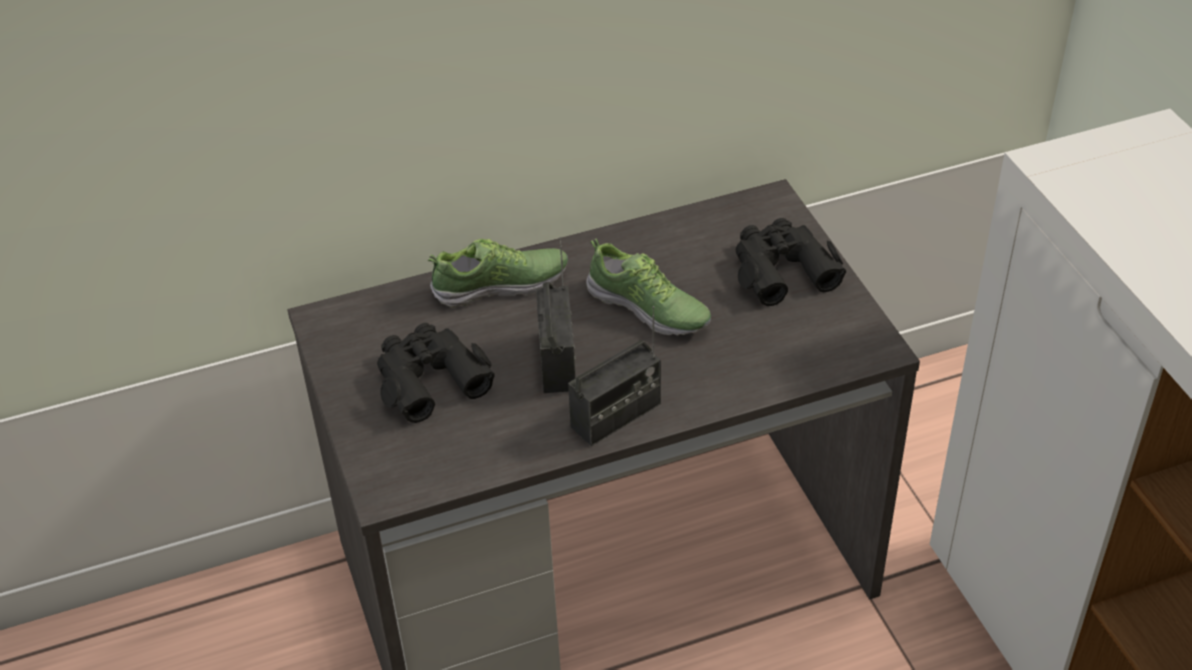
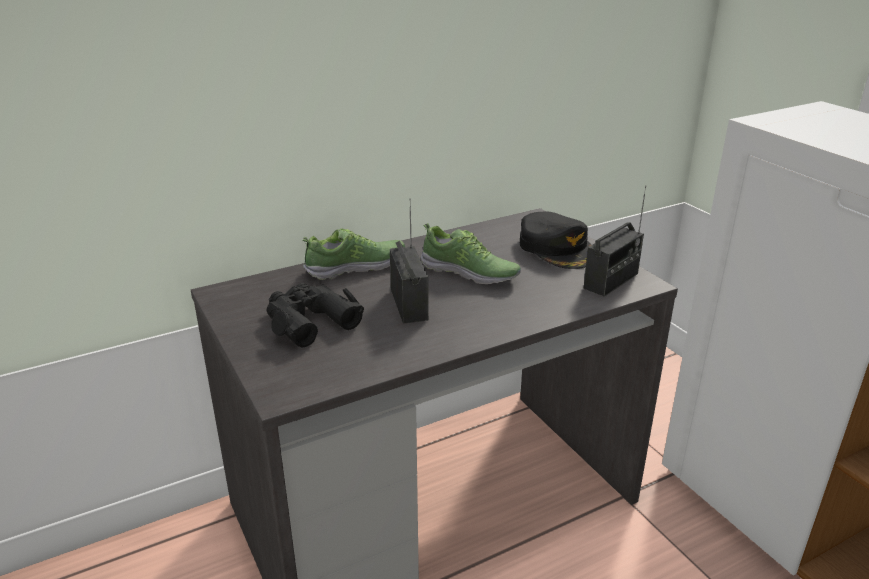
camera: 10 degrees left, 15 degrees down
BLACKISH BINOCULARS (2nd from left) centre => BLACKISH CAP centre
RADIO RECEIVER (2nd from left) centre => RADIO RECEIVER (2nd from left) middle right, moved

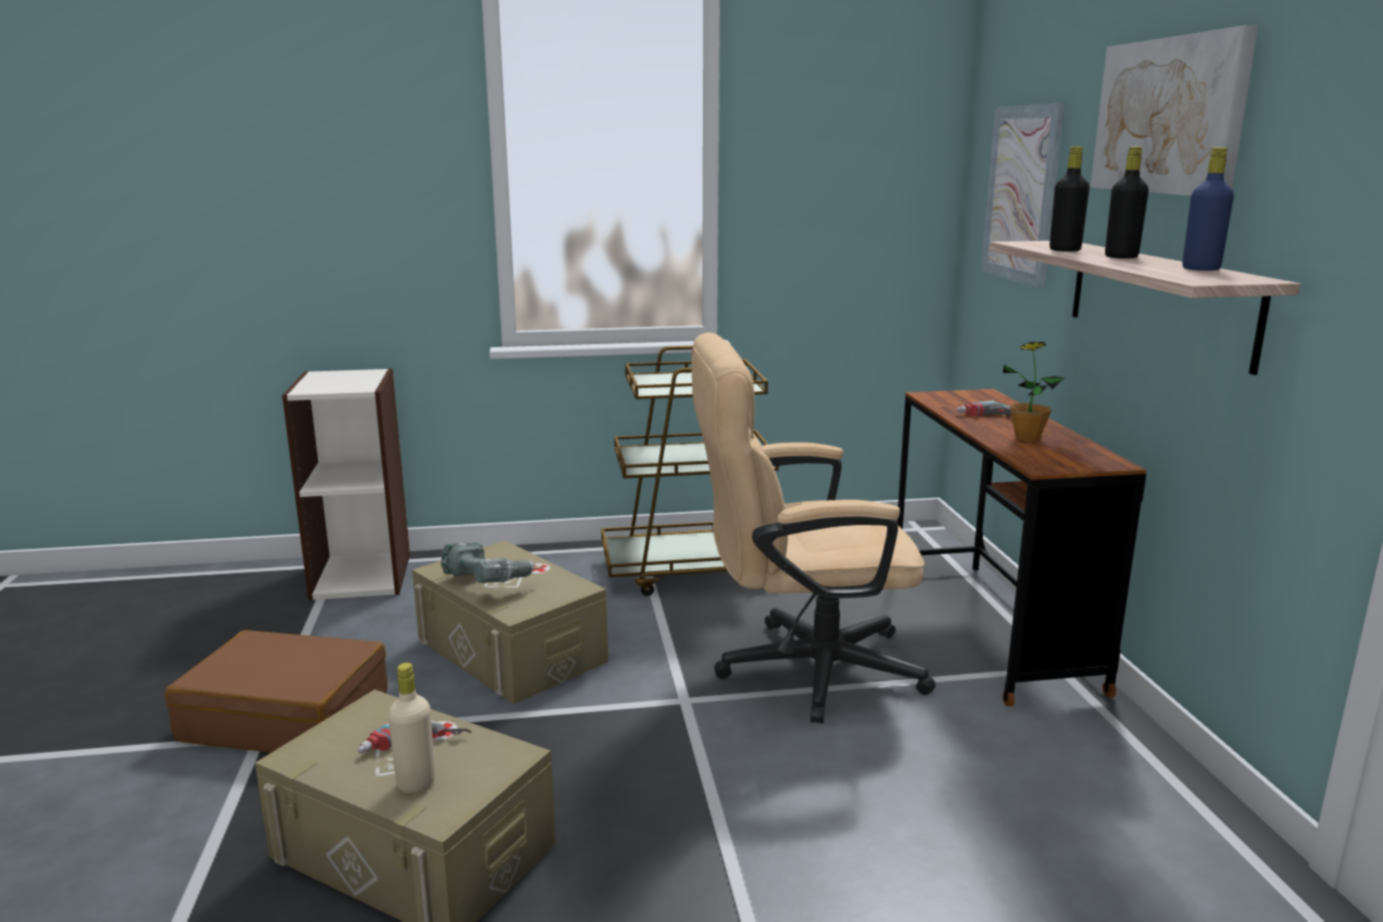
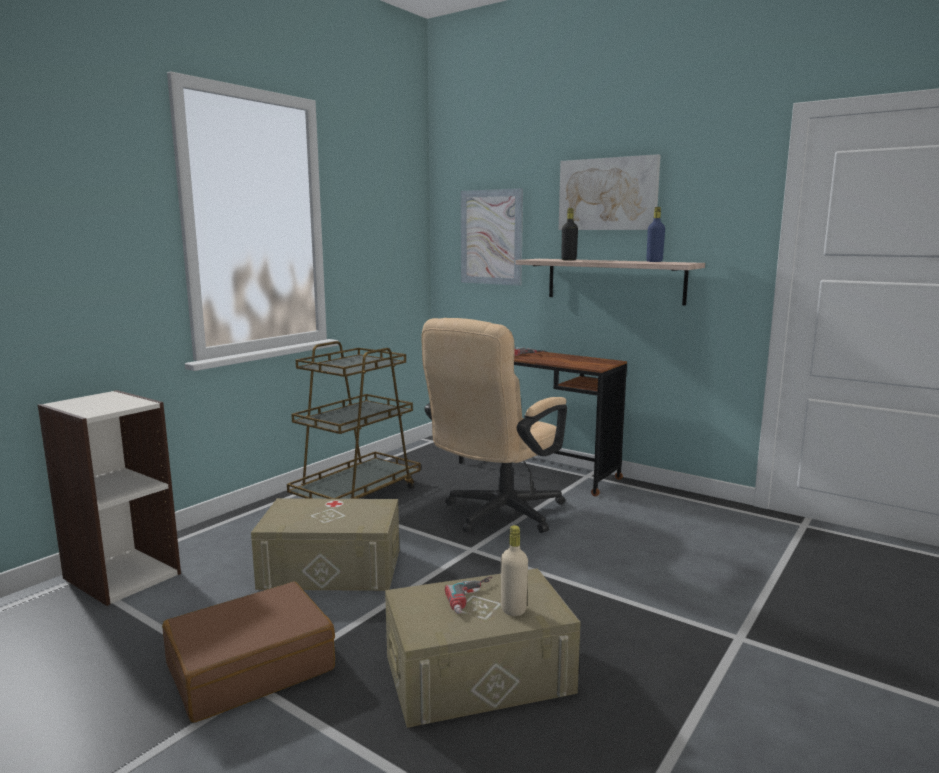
camera: 45 degrees left, 5 degrees down
BLACKISH DRINK BOTTLE (2nd from left) top right => nothing
POTTED PLANT middle right => nothing
POWER DRILL (2nd from left) centre => nothing

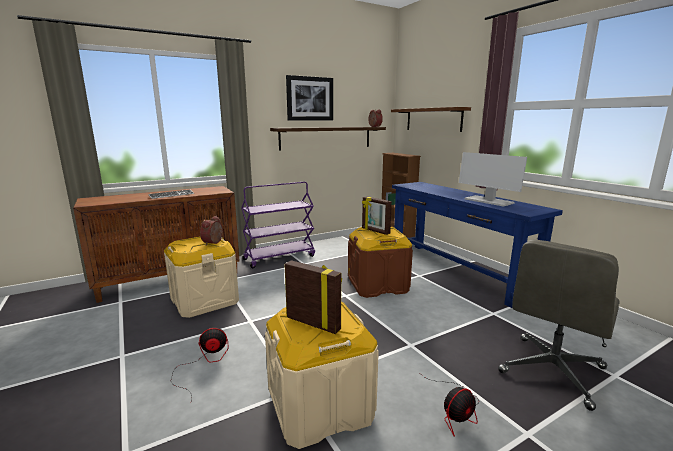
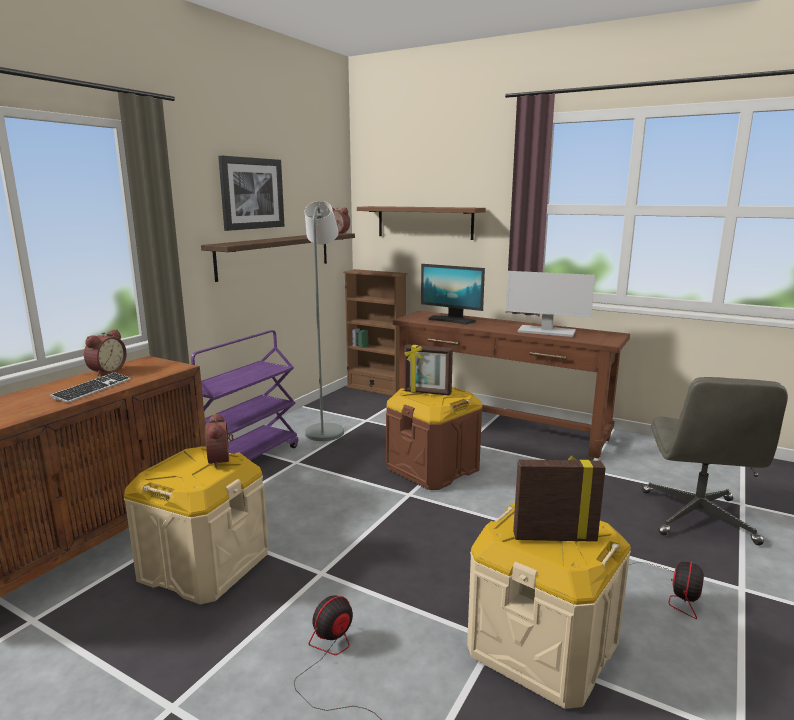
camera: 30 degrees left, 0 degrees up
BLUE HALL TABLE middle right => BROWN-COLOURED HALL TABLE centre
nothing => GREY STANDING LAMP centre
nothing => MONITOR (1st from left) centre
nothing => BEDSIDE CLOCK (1st from left) middle left

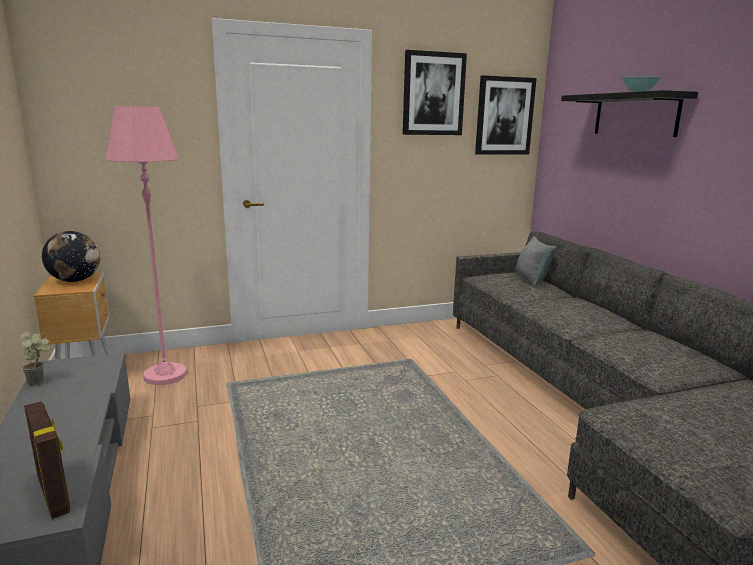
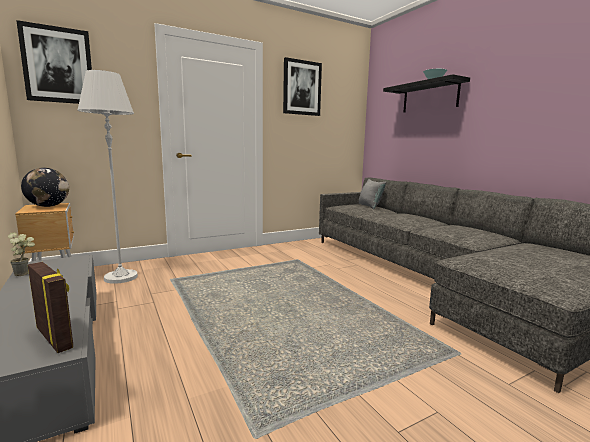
camera: 10 degrees left, 5 degrees down
WALL ART (2nd from left in the first image) top right => WALL ART (1st from left) top left, moved
PINK STANDING LAMP middle left => WHITE STANDING LAMP middle left

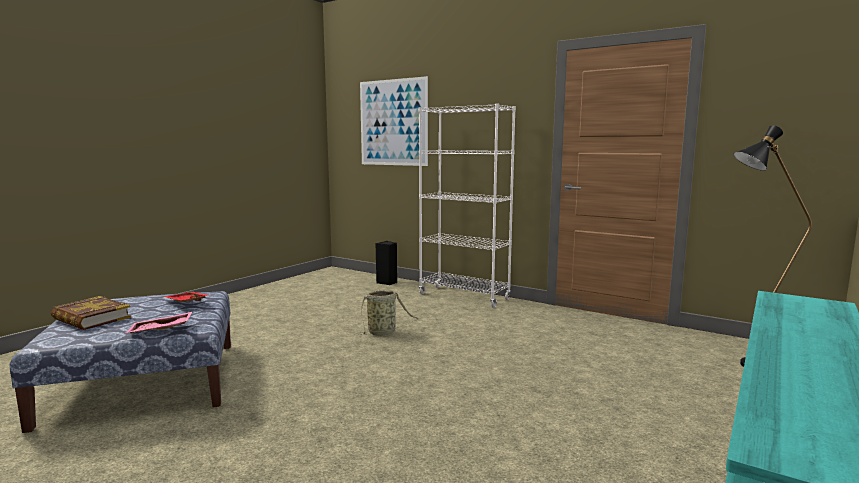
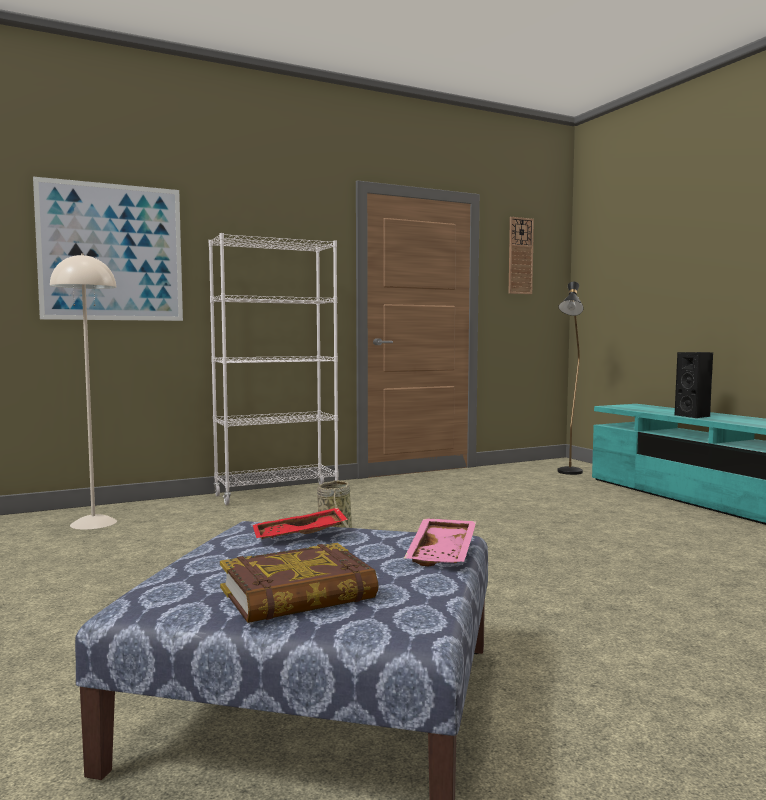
camera: 60 degrees left, 5 degrees down
BLACKISH SPEAKER centre => BLACKISH SPEAKER middle right, moved
nothing => WALL CLOCK top right
nothing => SAND-COLOURED STANDING LAMP middle left

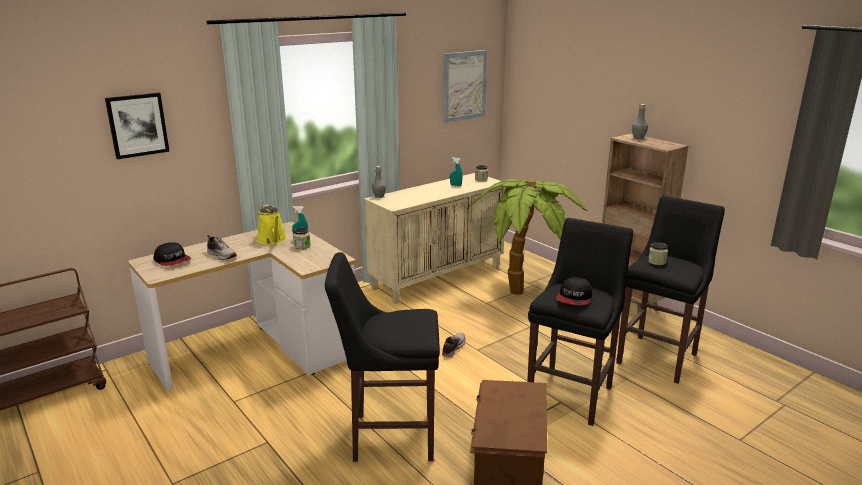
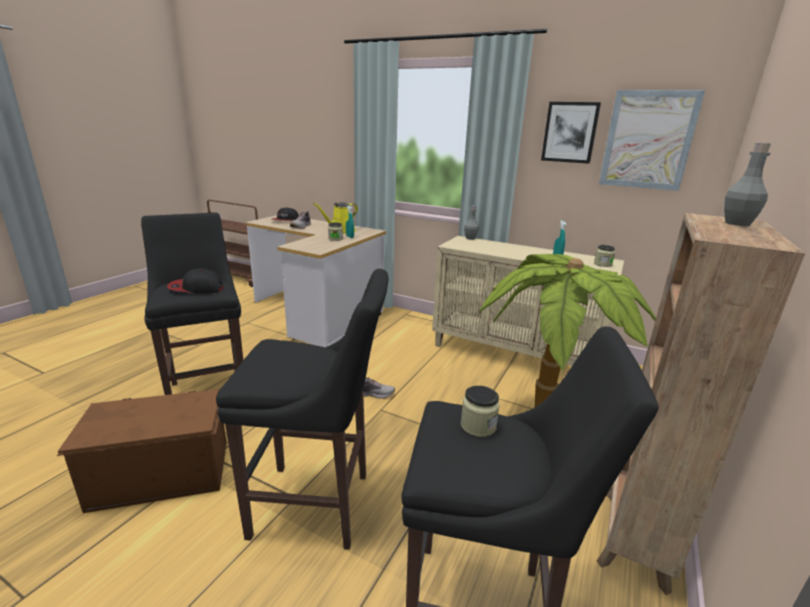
camera: 65 degrees right, 0 degrees up
WALL ART (1st from left) top left => WALL ART (1st from left) top right, moved
CAP (2nd from left in the first image) centre => CAP (1st from left) middle left, moved

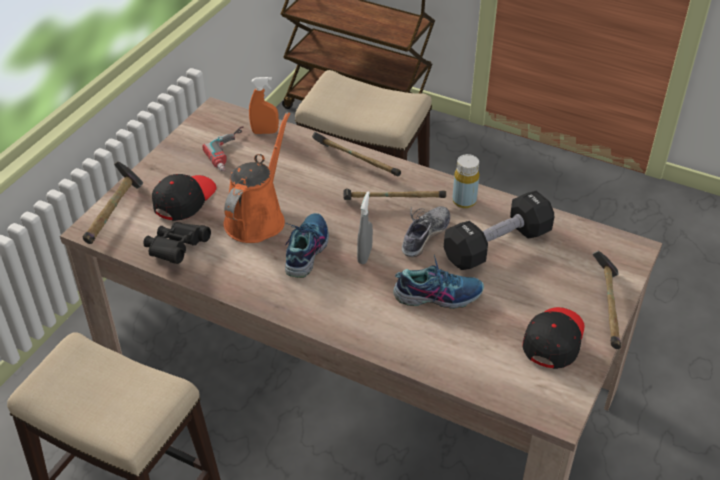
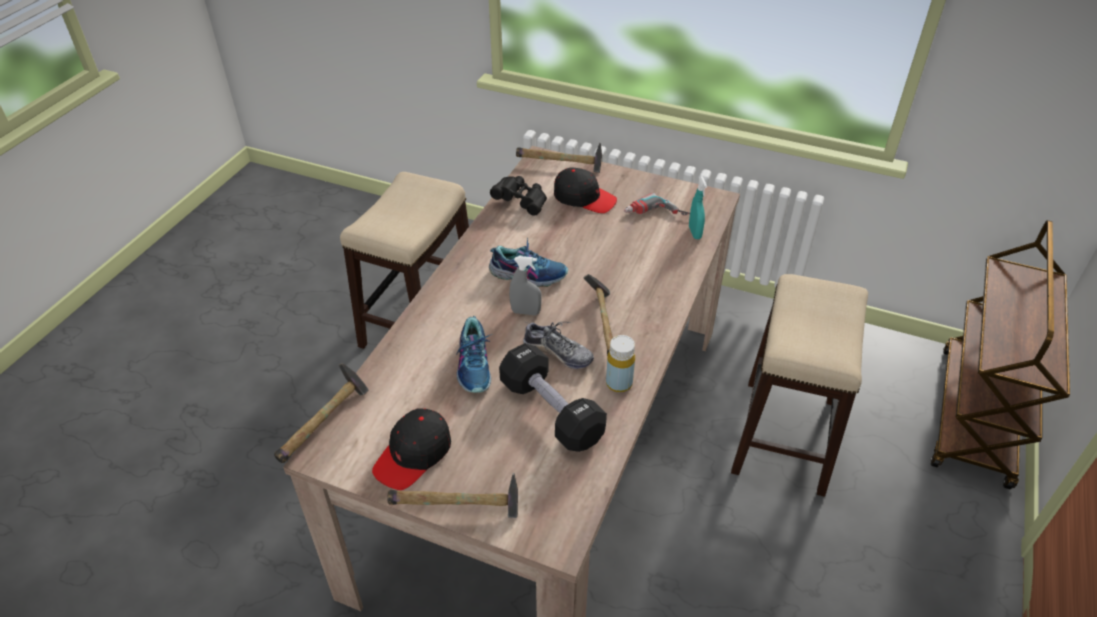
camera: 85 degrees right, 0 degrees up
ORANGE-COLOURED HAND SPRAYER top centre => TURQUOISE-COLOURED HAND SPRAYER centre
ORANGE-COLOURED SPRINKLING CAN centre => nothing
TOOL HAMMER (2nd from left in the first image) top centre => TOOL HAMMER (1st from left) bottom left, moved
BLACKISH CAP (2nd from left in the first image) bottom right => BLACKISH CAP (1st from left) bottom centre, 105 degrees clockwise

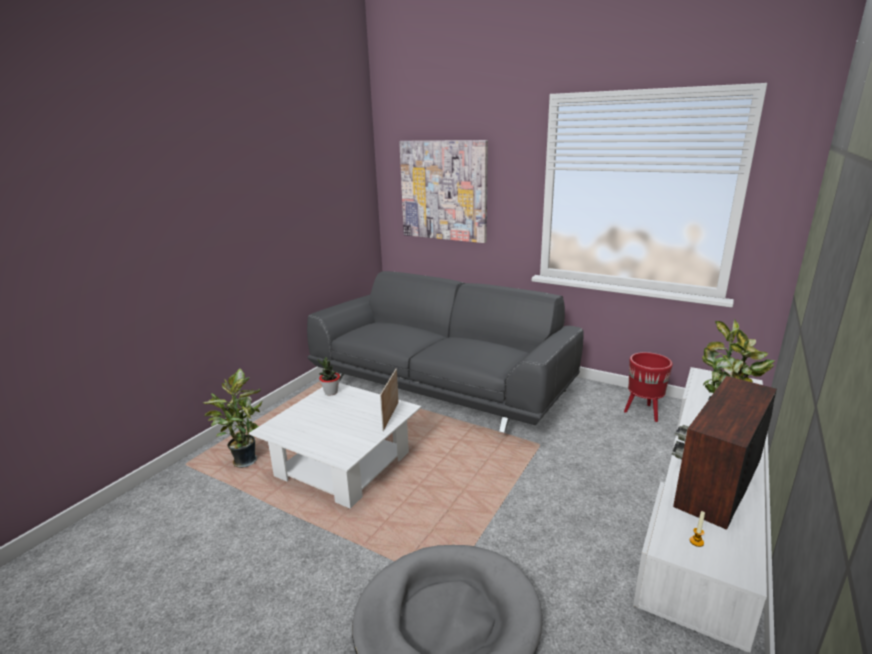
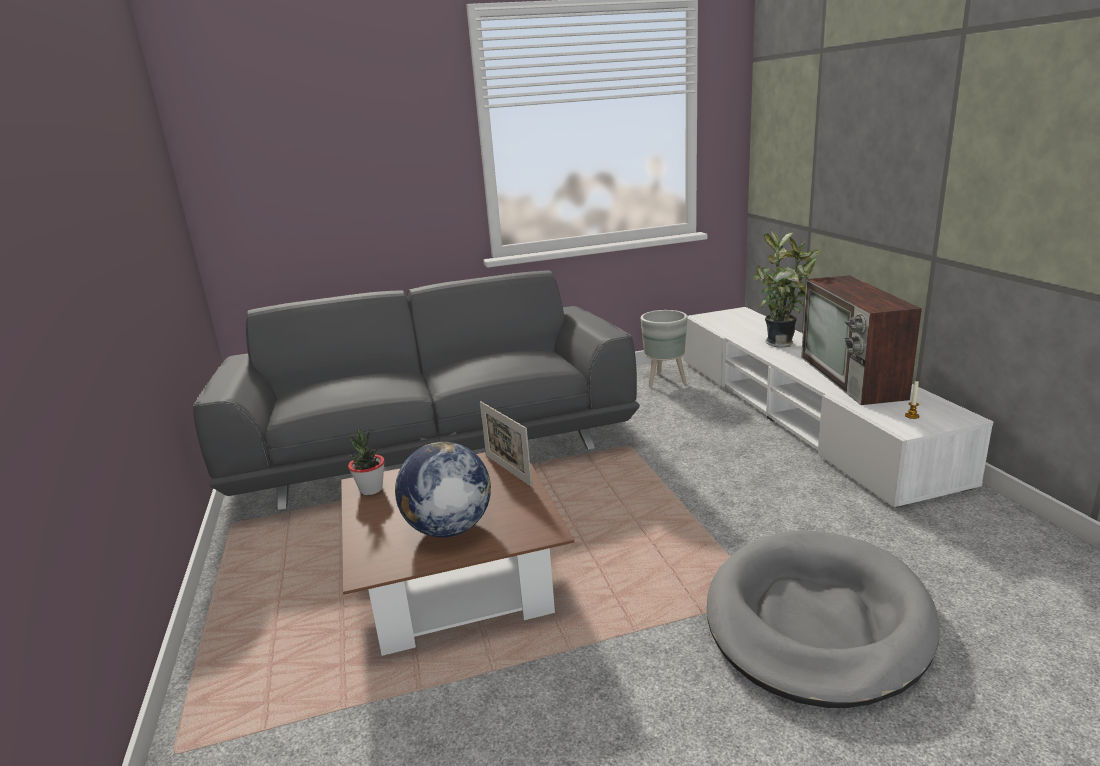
camera: 45 degrees left, 0 degrees up
WALL ART top centre => nothing
RED FLOWER POT middle right => GREY FLOWER POT centre
POTTED PLANT (1st from left) middle left => nothing
WHITE LOUNGE TABLE bottom centre => BROWN-COLOURED LOUNGE TABLE bottom centre
nothing => DESK GLOBE centre

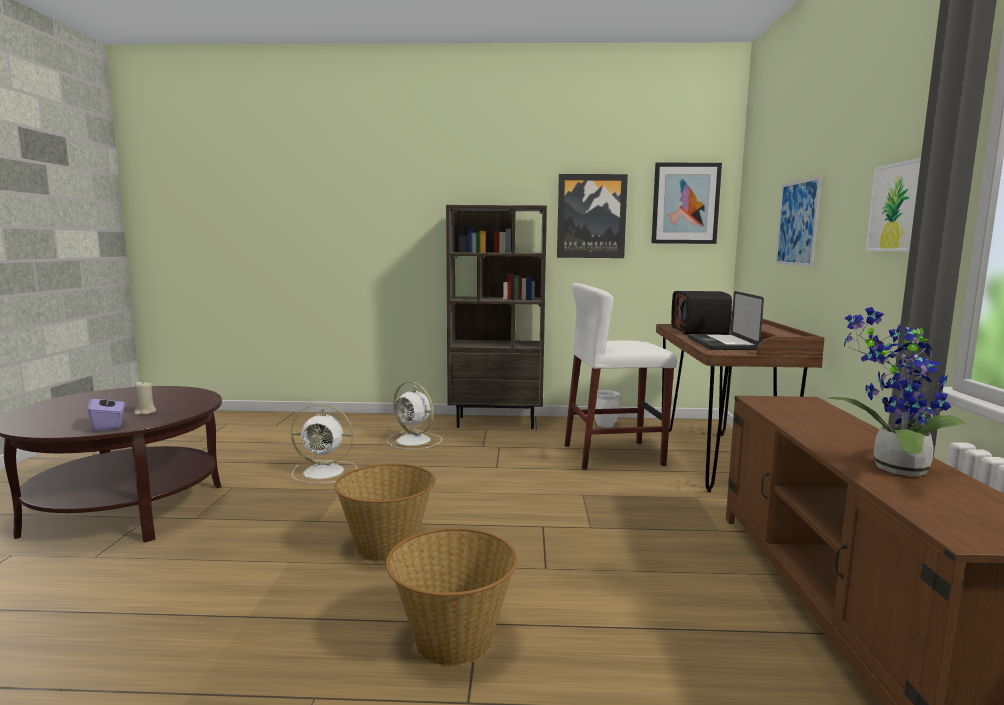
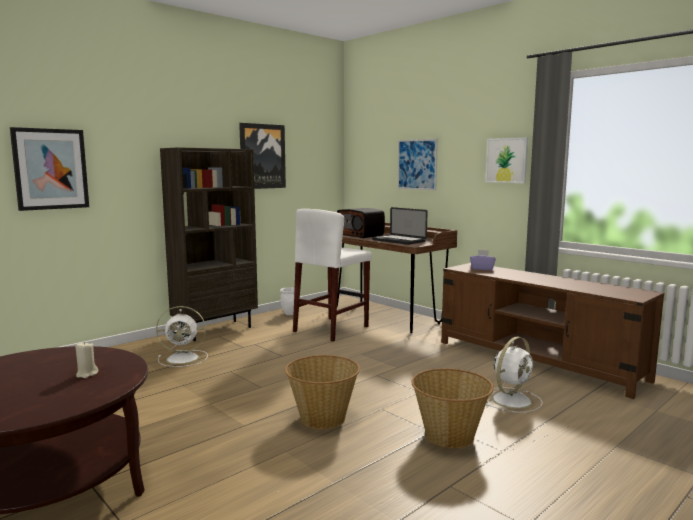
camera: 45 degrees left, 0 degrees up
WALL ART (2nd from left in the first image) top right => WALL ART (1st from left) top left, moved
POTTED PLANT middle right => nothing
PURPLE-COLOURED TISSUE HOLDER middle left => PURPLE-COLOURED TISSUE HOLDER middle right, moved
WHITE COOLING FAN (1st from left in the first image) middle left => WHITE COOLING FAN (2nd from left) bottom right, moved

